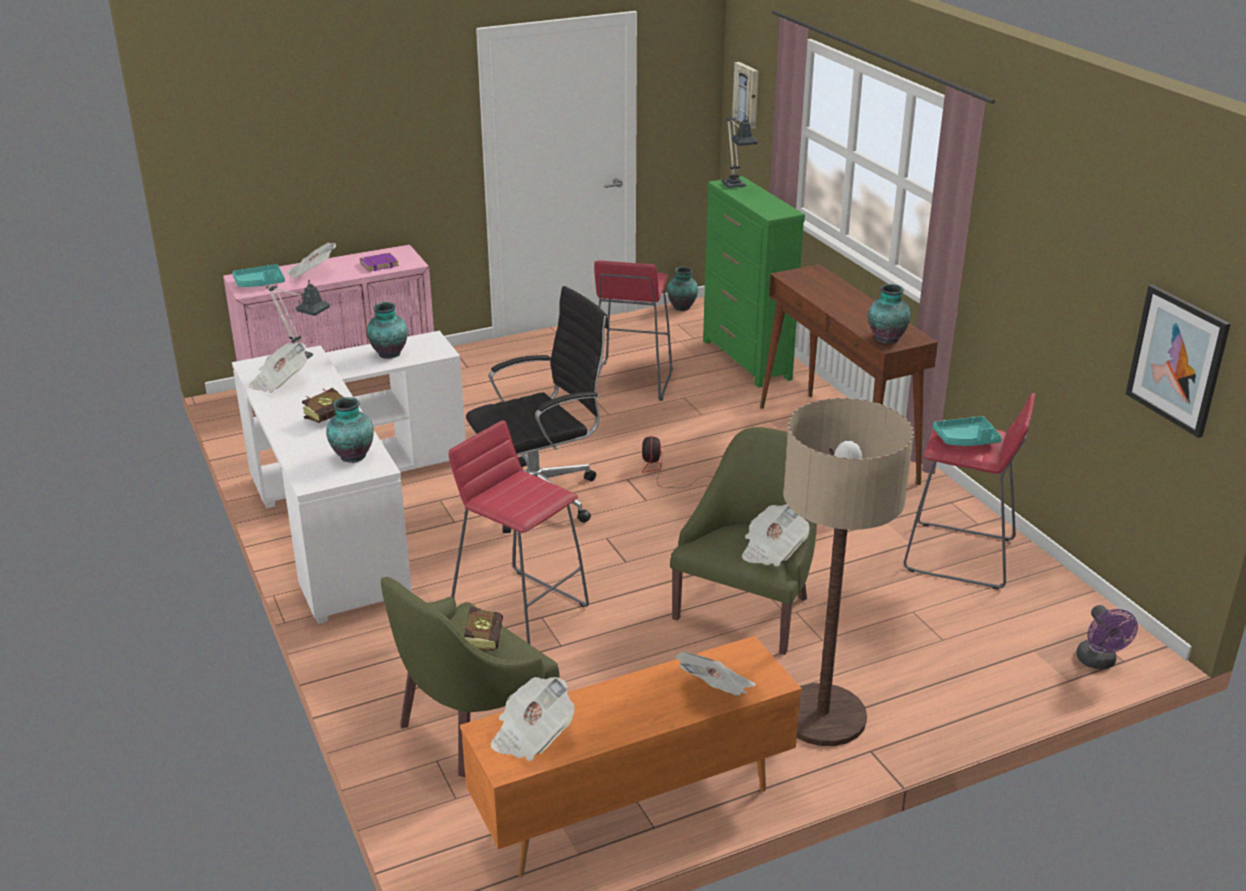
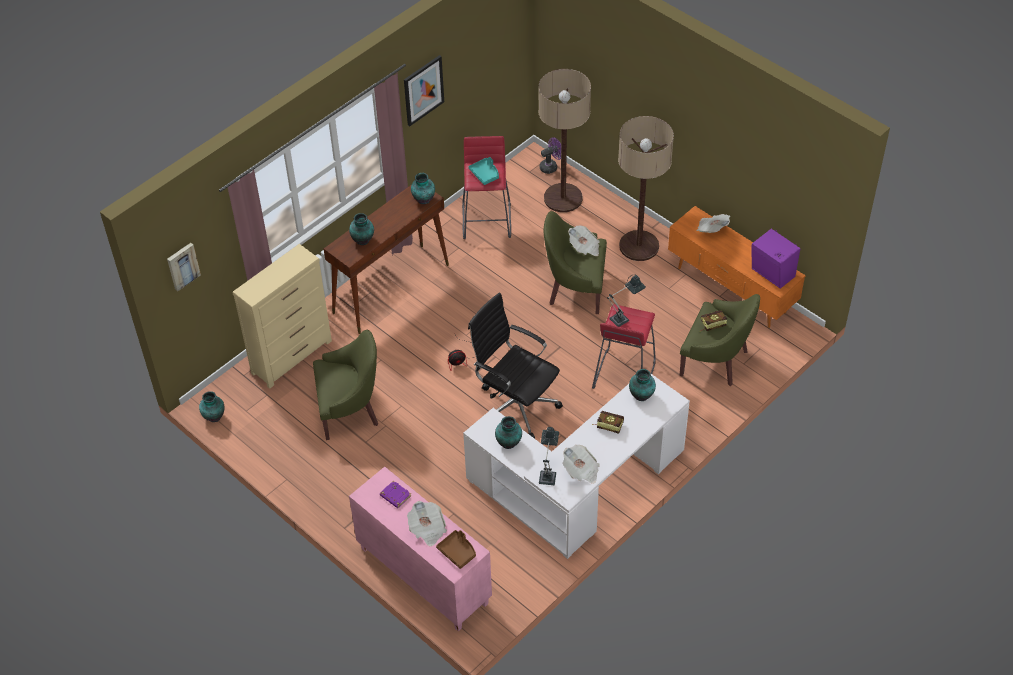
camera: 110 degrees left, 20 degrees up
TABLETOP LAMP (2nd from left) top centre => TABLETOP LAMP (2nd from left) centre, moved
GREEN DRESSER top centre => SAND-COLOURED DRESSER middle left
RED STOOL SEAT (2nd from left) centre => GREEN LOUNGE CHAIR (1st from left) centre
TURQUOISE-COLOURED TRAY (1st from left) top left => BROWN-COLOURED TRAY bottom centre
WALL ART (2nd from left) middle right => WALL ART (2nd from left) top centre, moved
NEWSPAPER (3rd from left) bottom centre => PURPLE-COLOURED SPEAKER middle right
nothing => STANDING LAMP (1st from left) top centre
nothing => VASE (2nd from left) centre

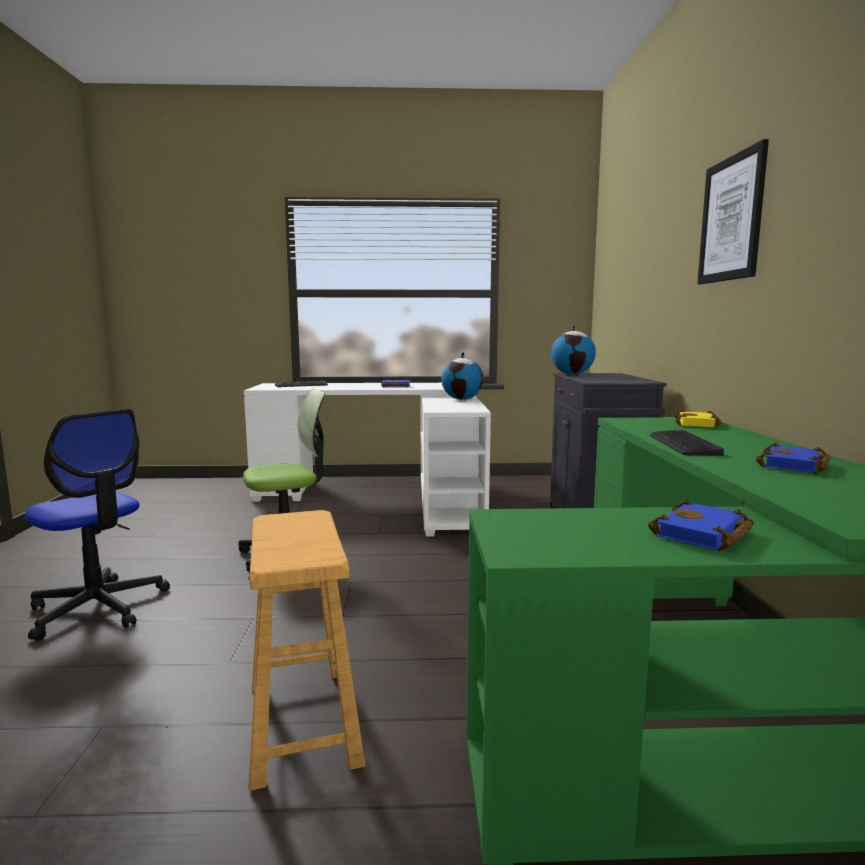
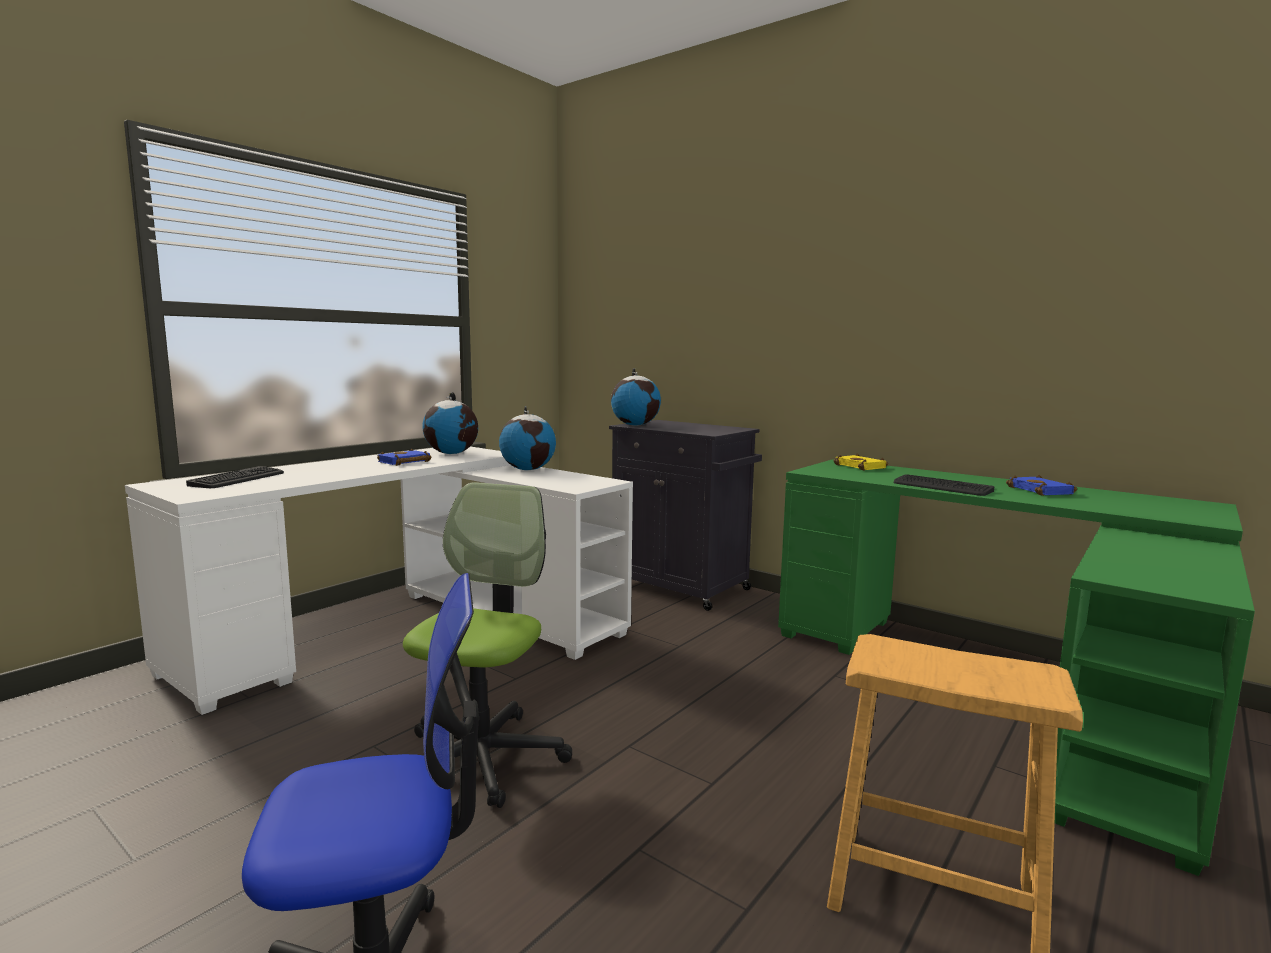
camera: 50 degrees left, 0 degrees up
WALL ART top right => nothing
BLUE VOLUME (2nd from left) middle right => nothing
nothing => DESK GLOBE (1st from left) centre

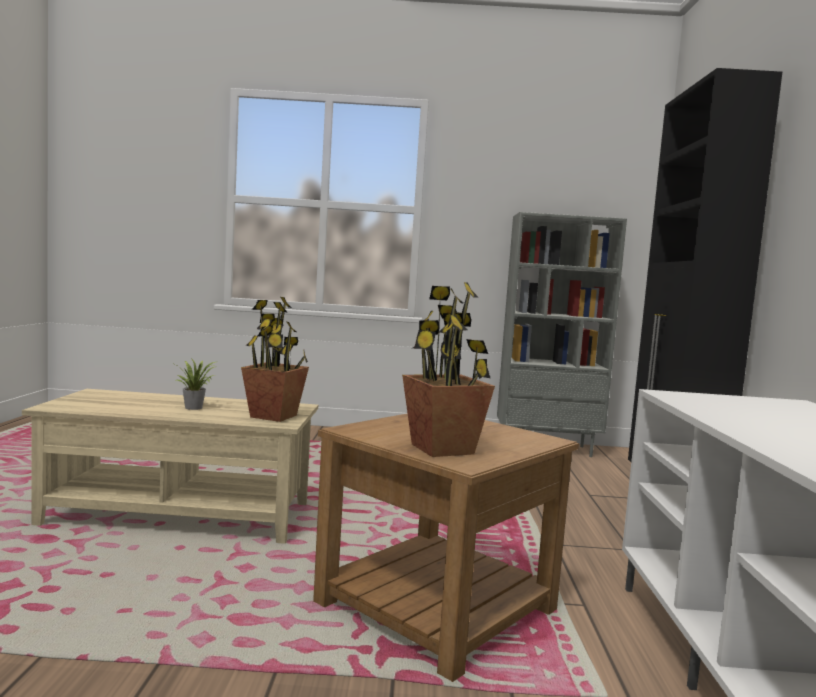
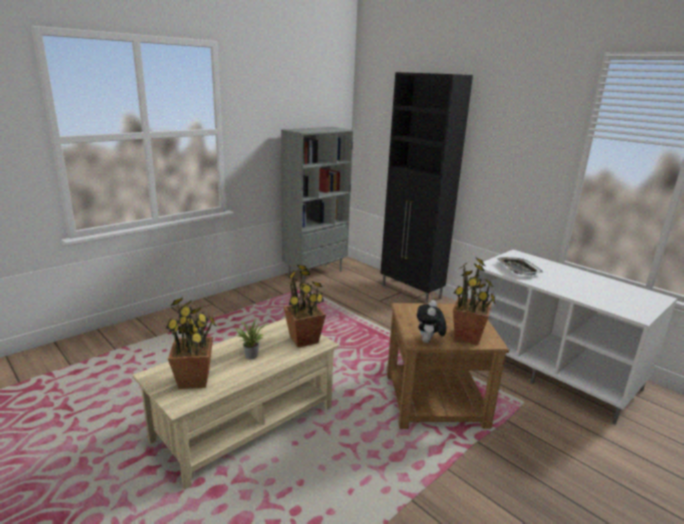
camera: 45 degrees left, 15 degrees up
nothing => TRAY middle right
nothing => POTTED PLANT (1st from left) middle left
nothing => CUDDLY TOY centre

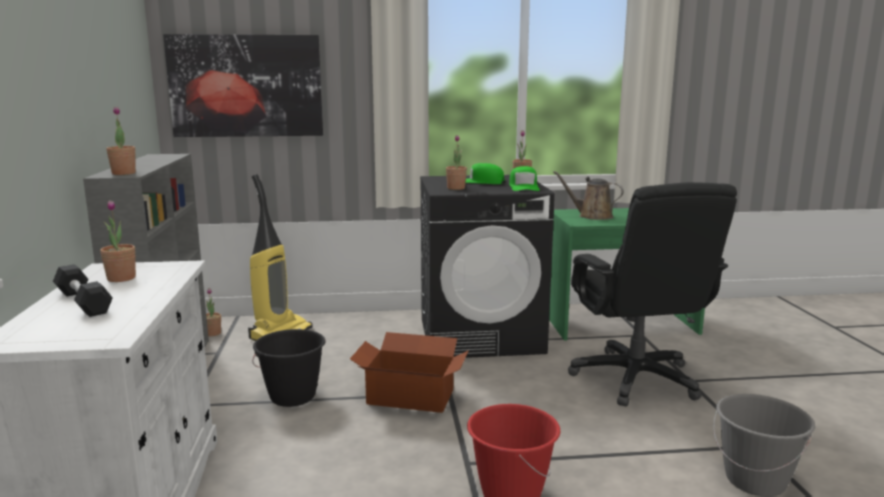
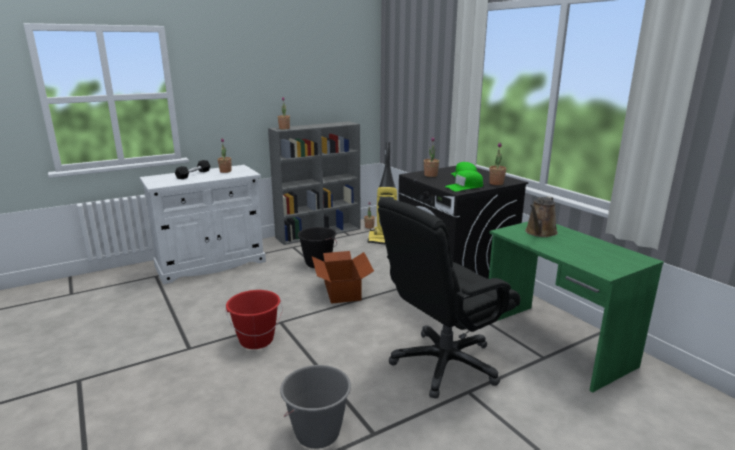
camera: 65 degrees right, 5 degrees up
WALL ART top left => nothing
BROWN-COLOURED SPRINKLING CAN centre => BROWN-COLOURED SPRINKLING CAN middle right, 150 degrees counterclockwise

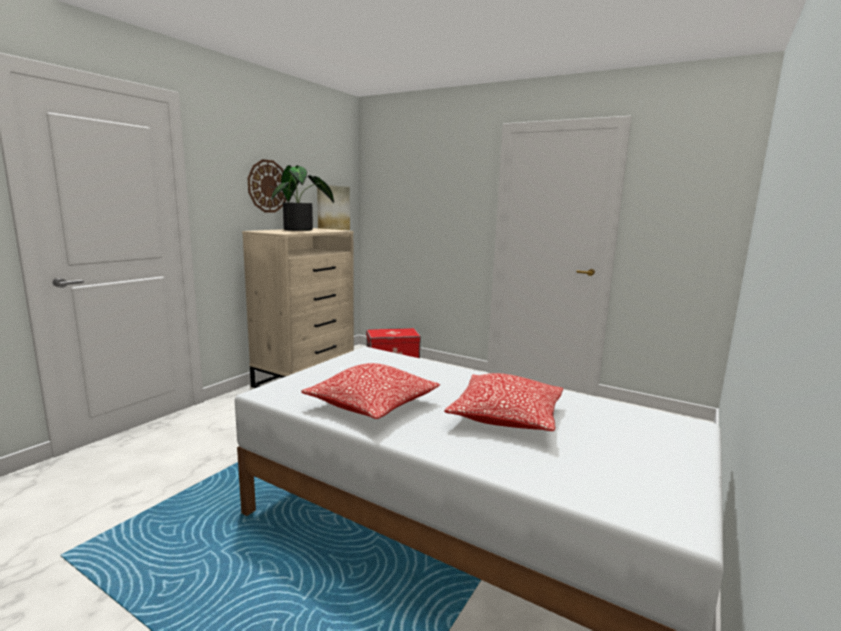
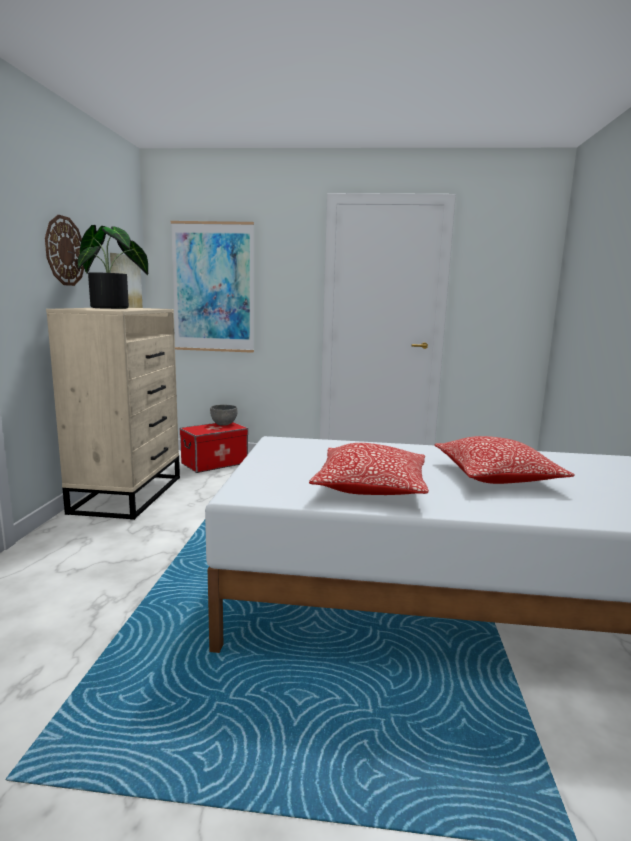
camera: 25 degrees left, 0 degrees up
nothing => WALL ART (2nd from left) centre
nothing => GREY BOWL centre

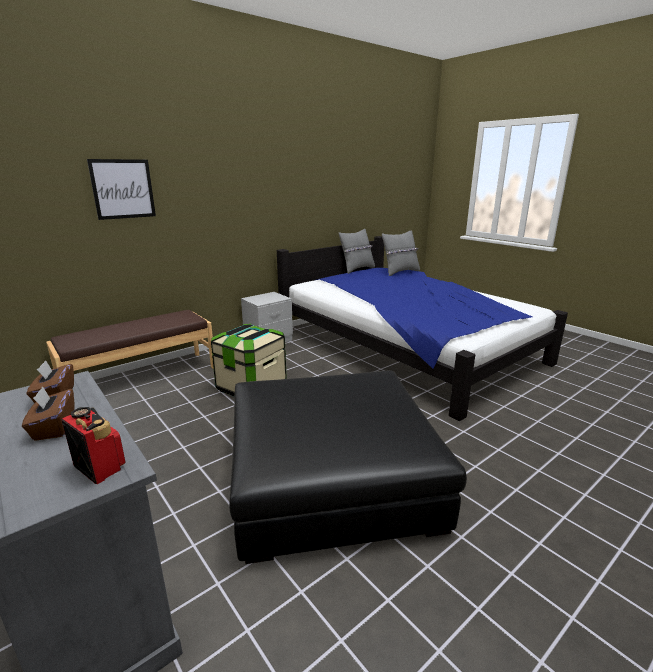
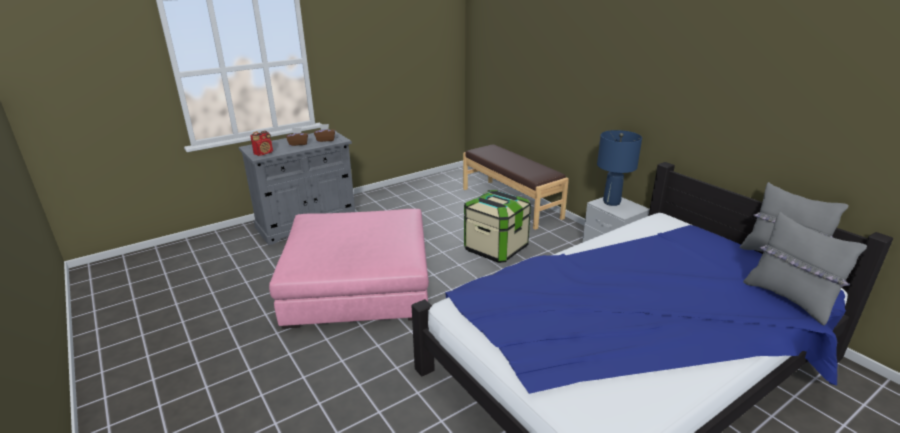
camera: 95 degrees right, 5 degrees up
WALL ART top left => nothing
BLACKISH FOOTREST bottom centre => PINK FOOTREST centre
nothing => BLUE TABLETOP LAMP middle right

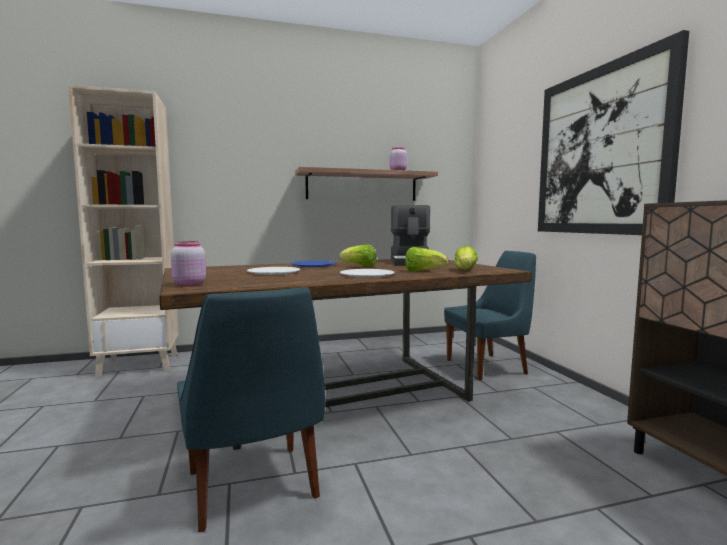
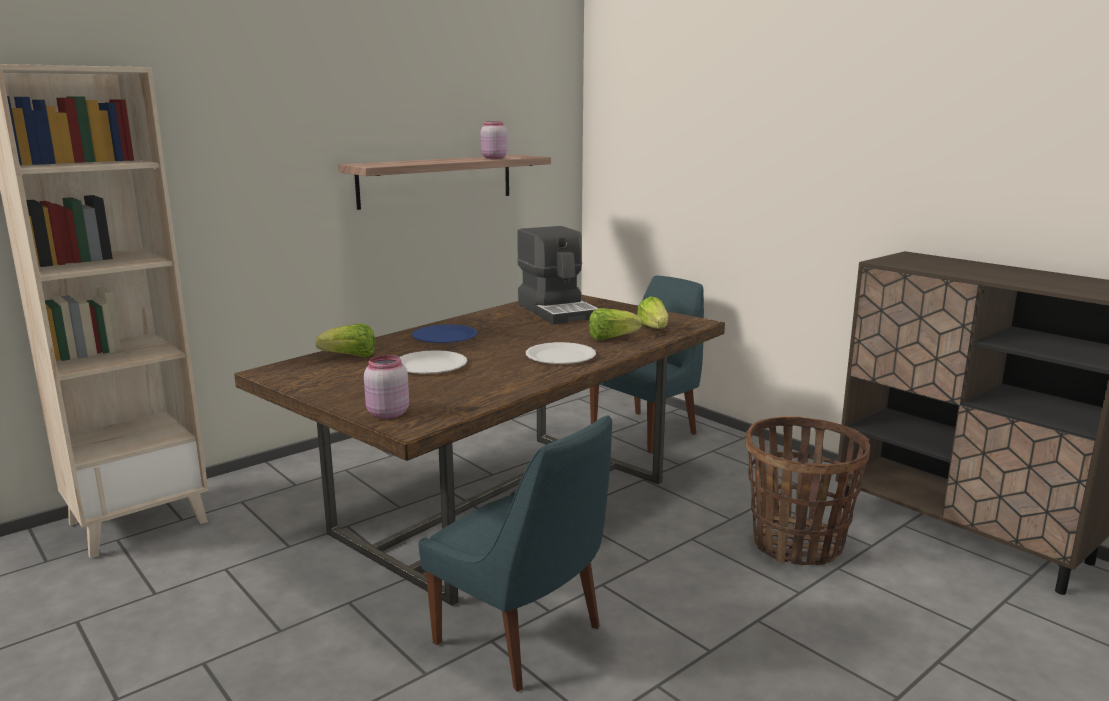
camera: 25 degrees left, 10 degrees up
WALL ART top right => nothing
LETTUCE (1st from left) centre => LETTUCE (1st from left) middle left, moved
nothing => STORAGE BASKET bottom right

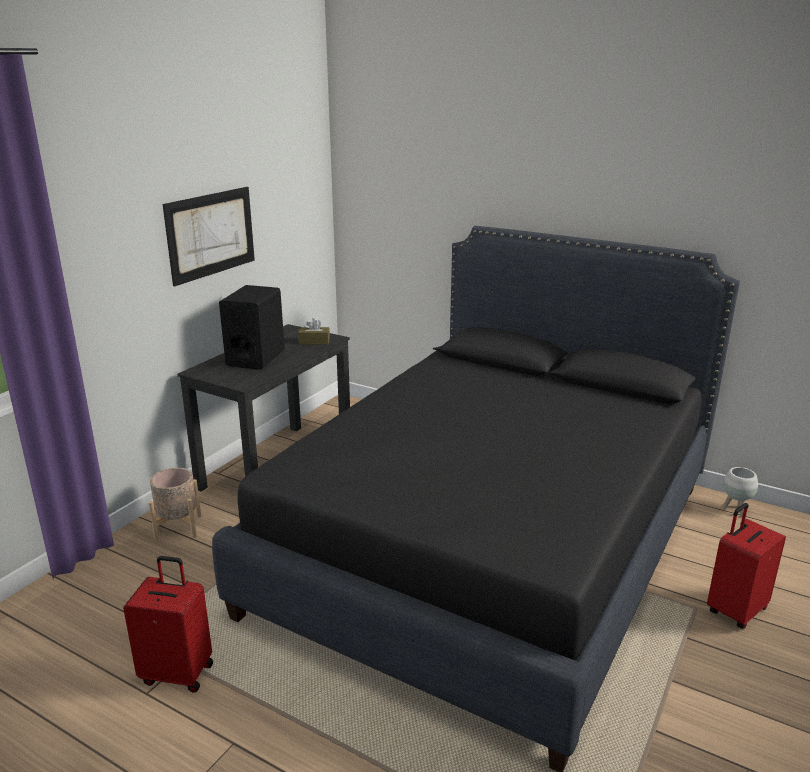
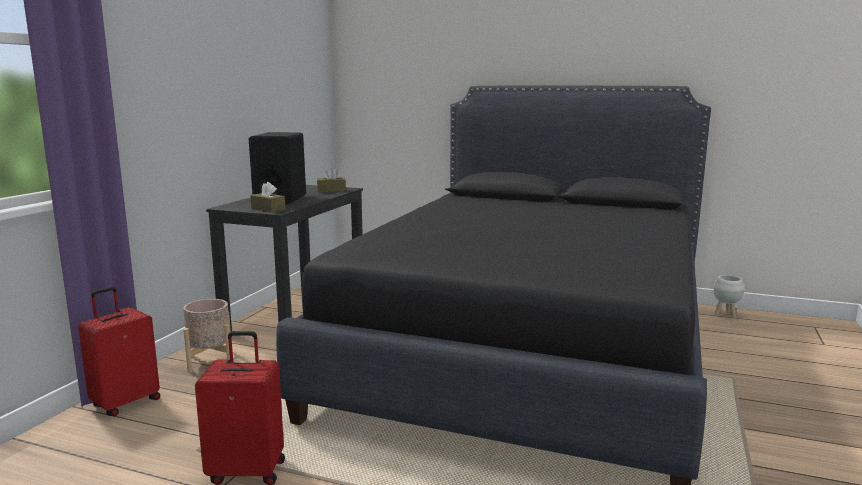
camera: 10 degrees left, 10 degrees down
WALL ART top left => nothing
RED PIECE OF LUGGAGE (2nd from left in the first image) bottom right => RED PIECE OF LUGGAGE (1st from left) bottom left, moved
nothing => BROWN-COLOURED TISSUE HOLDER (1st from left) middle left

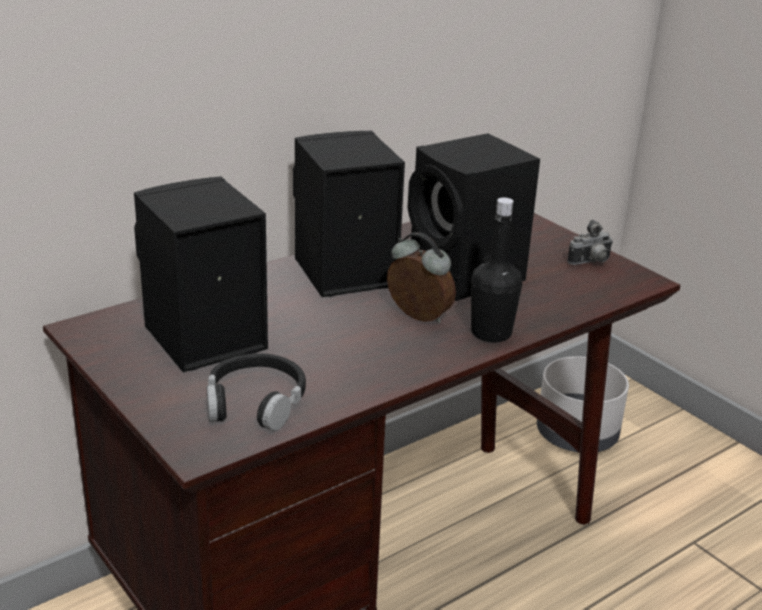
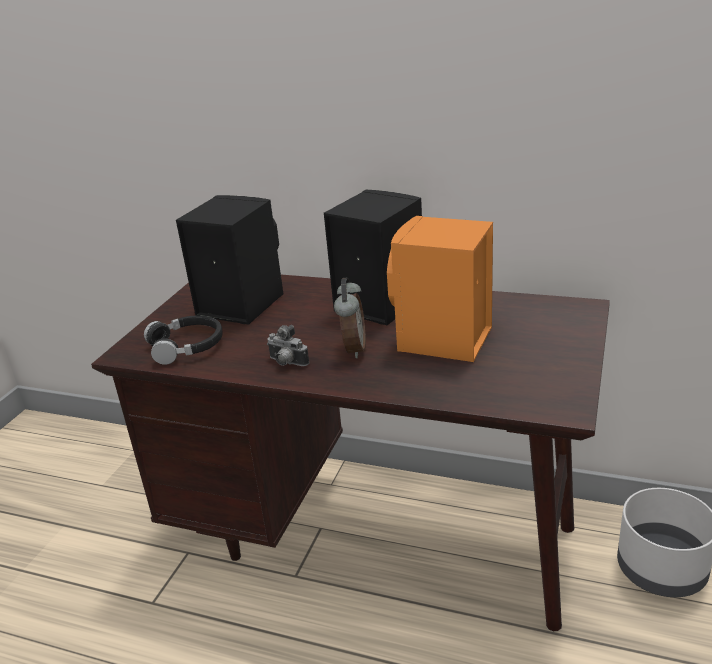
camera: 60 degrees right, 0 degrees up
BLACKISH SPEAKER (3rd from left) centre => ORANGE-COLOURED SPEAKER centre
BLACKISH DRINK BOTTLE centre => nothing
STILL CAMERA middle right => STILL CAMERA centre, moved

